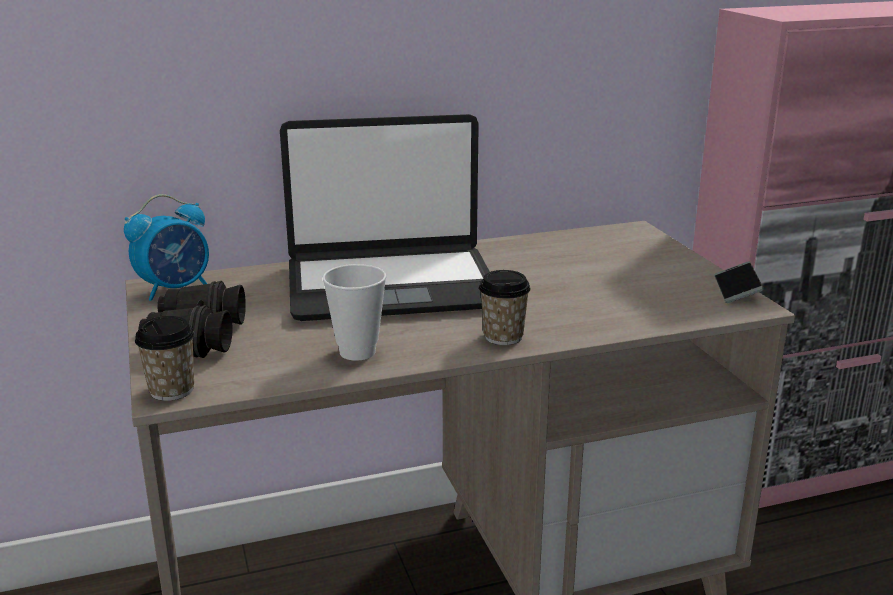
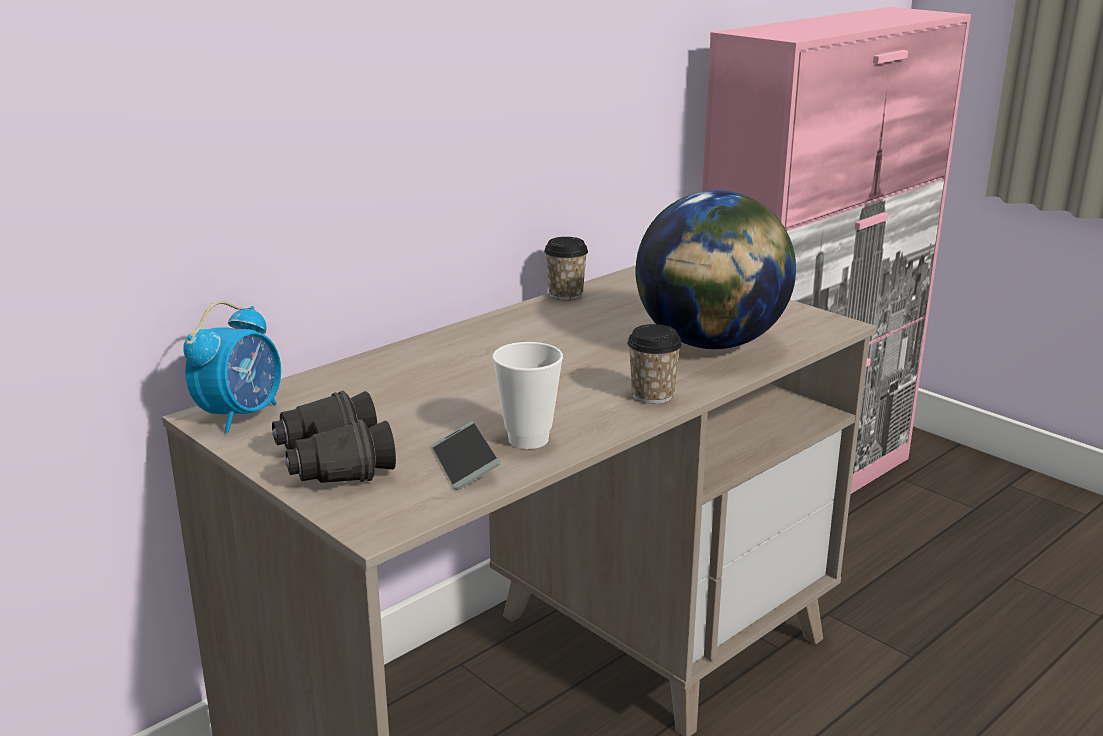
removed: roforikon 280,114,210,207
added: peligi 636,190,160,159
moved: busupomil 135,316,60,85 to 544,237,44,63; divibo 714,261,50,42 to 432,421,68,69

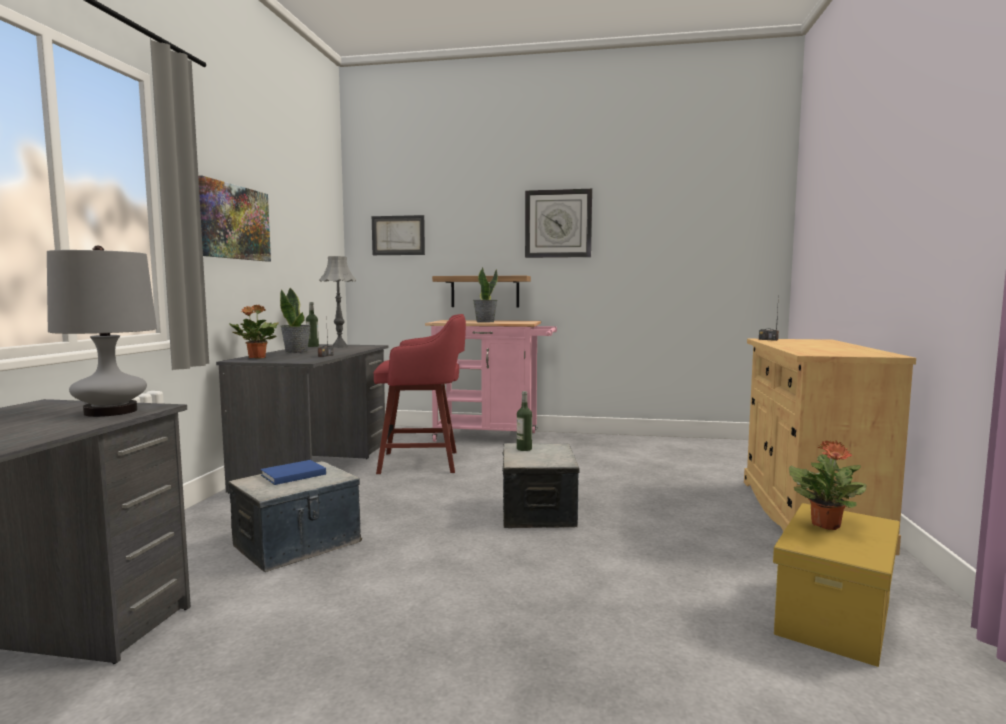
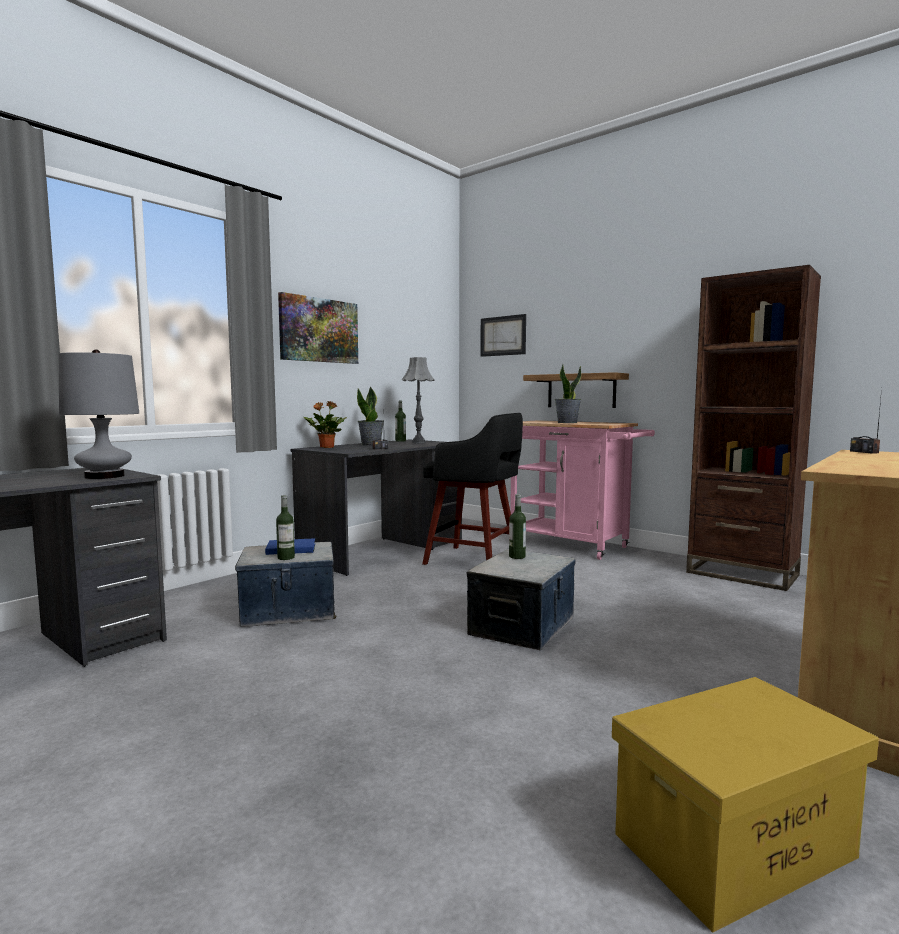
removed: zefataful 525,189,67,69; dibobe 789,440,77,90
added: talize 276,495,19,65; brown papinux 686,265,135,326
recoloured: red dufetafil 374,314,92,160 to black dufetafil 422,413,101,152

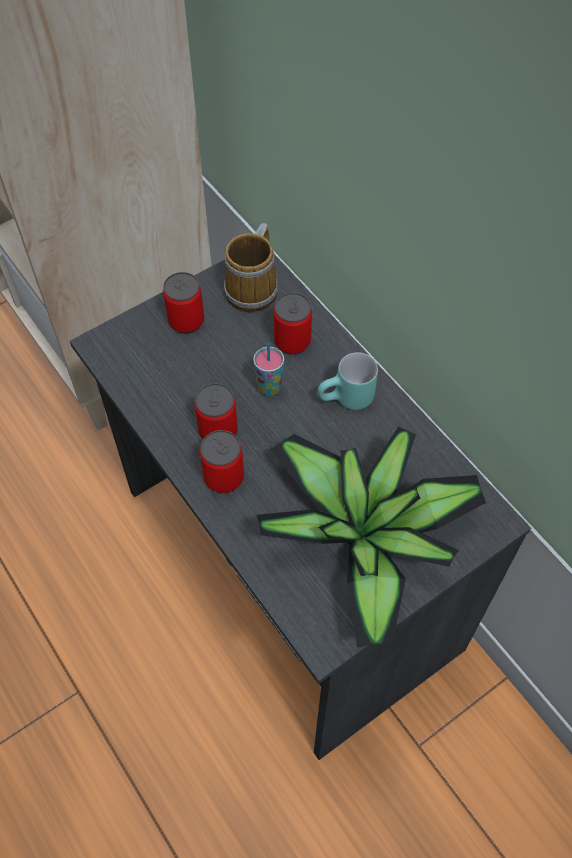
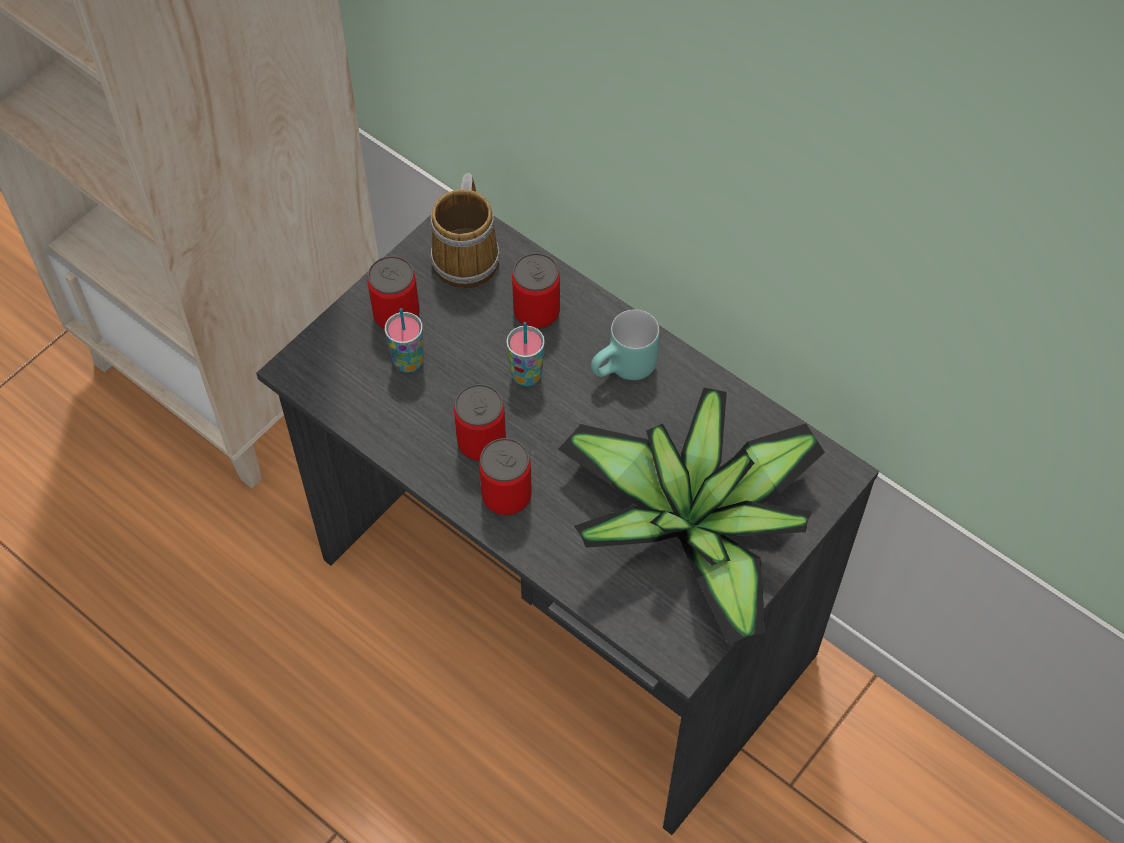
added: busupomil 385,308,39,65

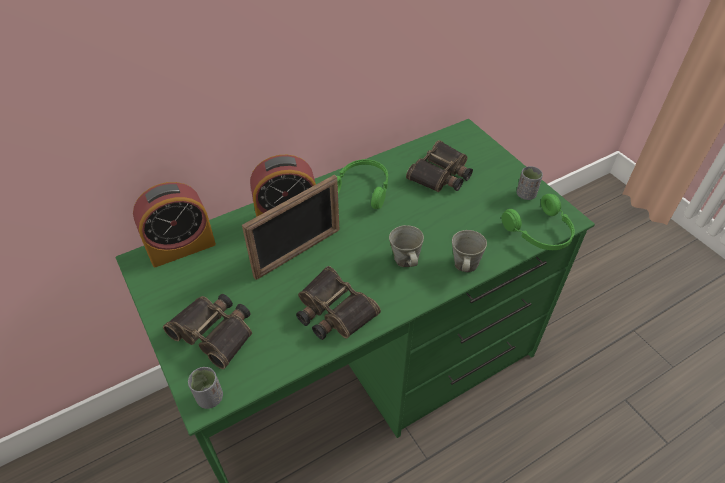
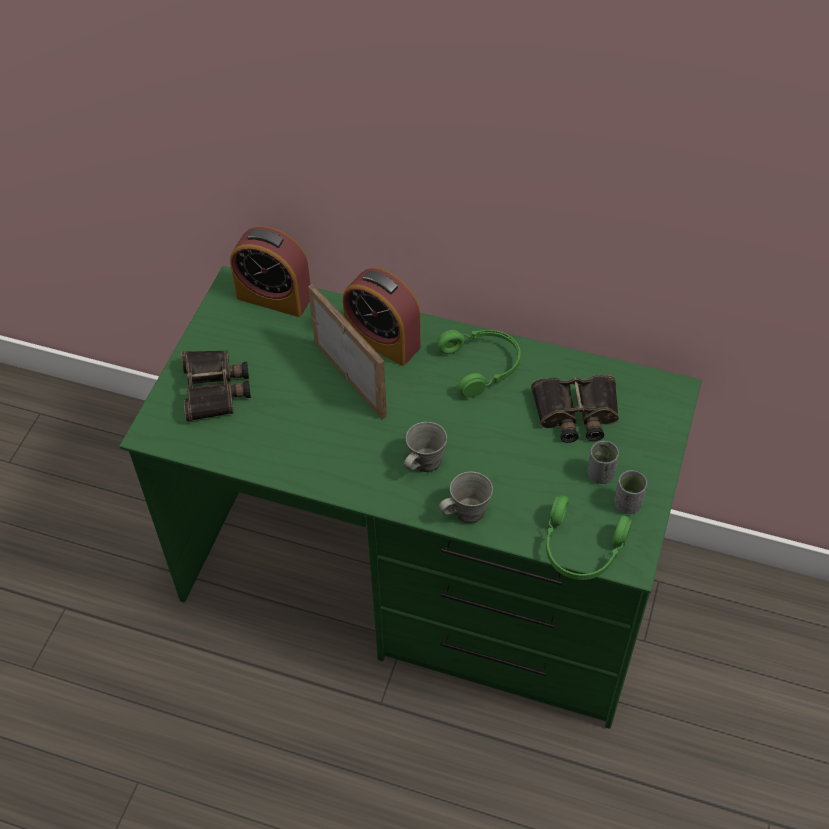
removed: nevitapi 296,266,85,74
moved: grey busupomil 188,367,35,42 to 588,441,31,43
turned: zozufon 242,175,98,105 = 308,284,79,135 135 degrees counterclockwise

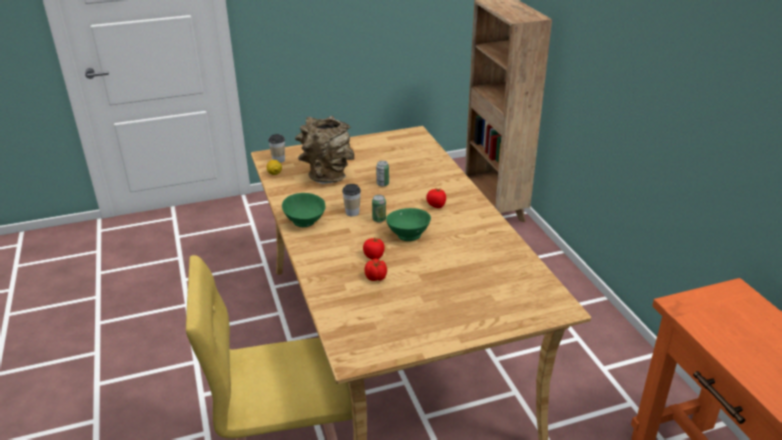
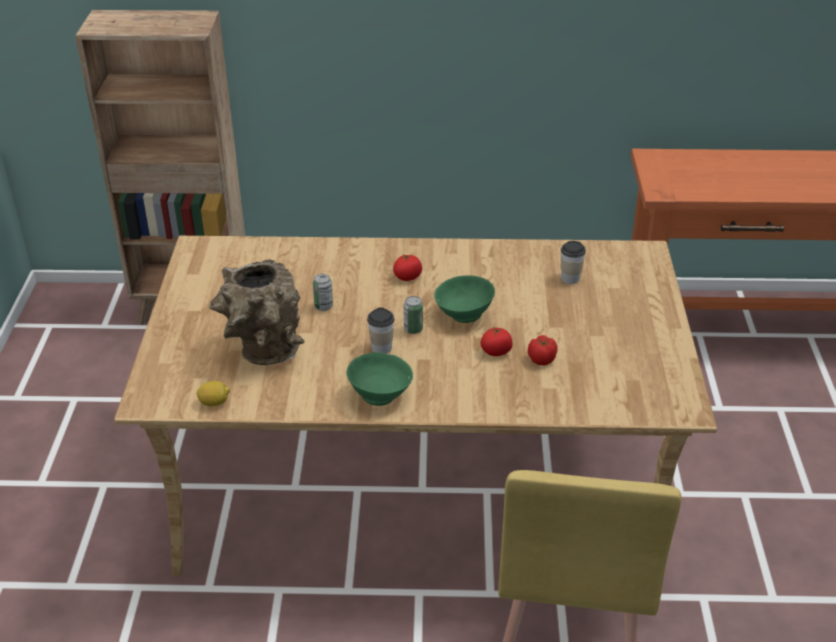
moved: busupomil 268,134,17,29 to 561,241,25,43

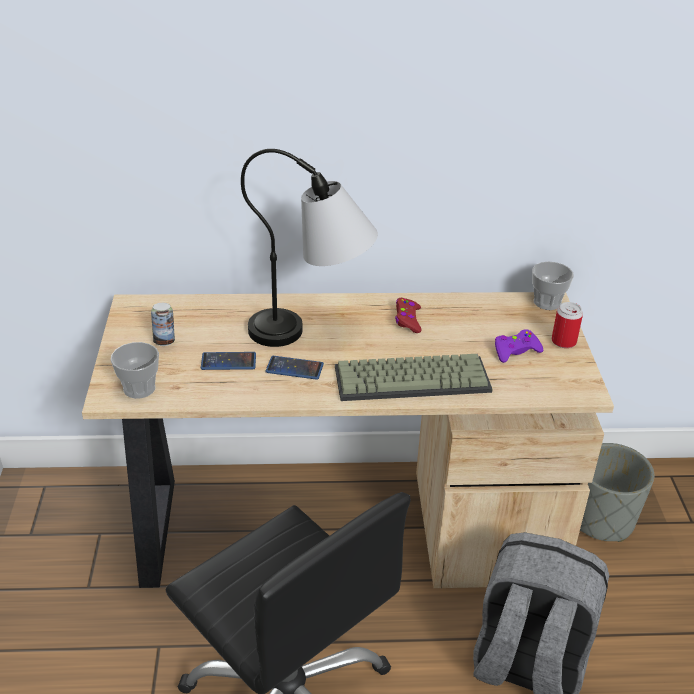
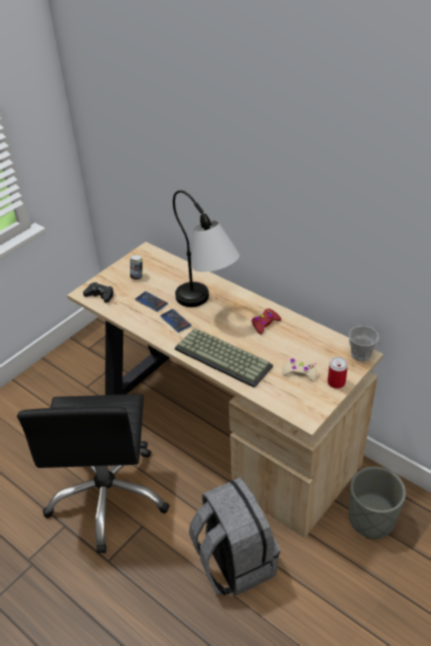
replaced: busupomil 111,342,48,57 to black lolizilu 83,282,31,21
recoloured: purple lolizilu 495,329,48,34 to beige lolizilu 282,358,35,24

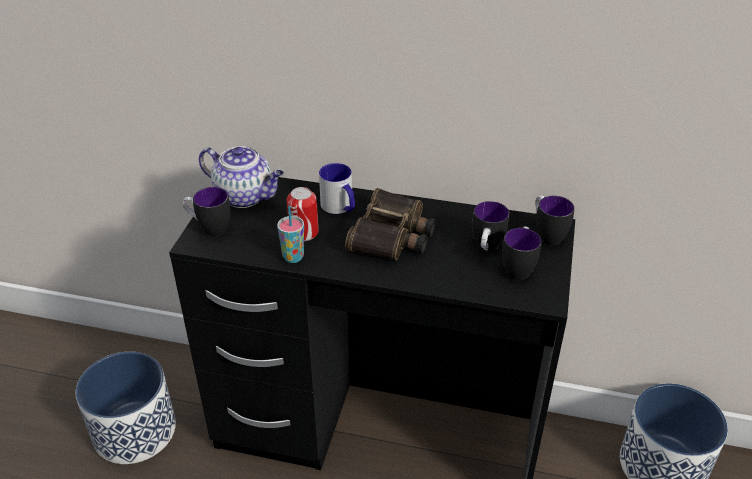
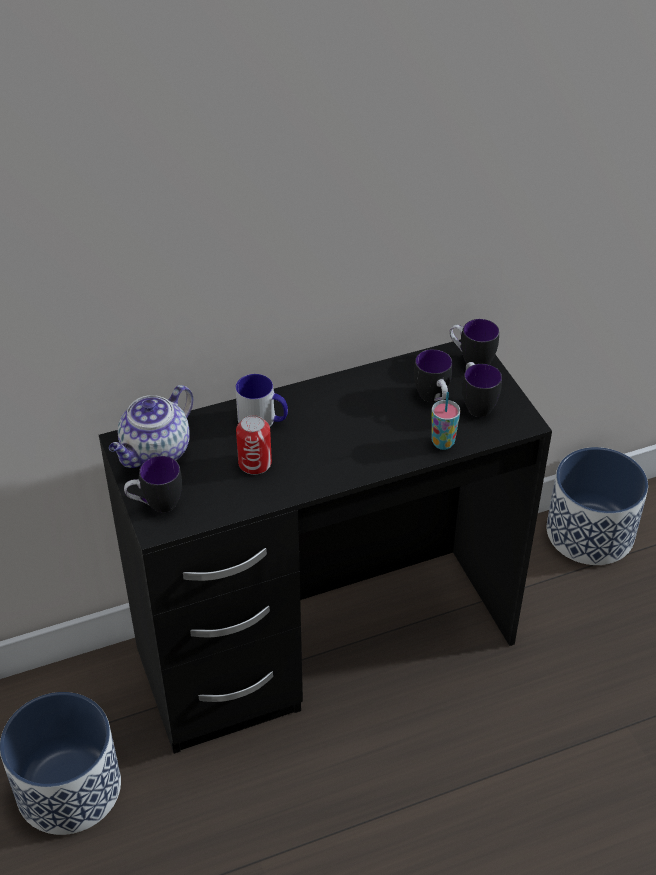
removed: nevitapi 345,188,91,73
moved: busupomil 277,206,27,57 to 432,392,29,58
turned: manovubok 199,146,85,62 = 109,385,84,83 135 degrees clockwise

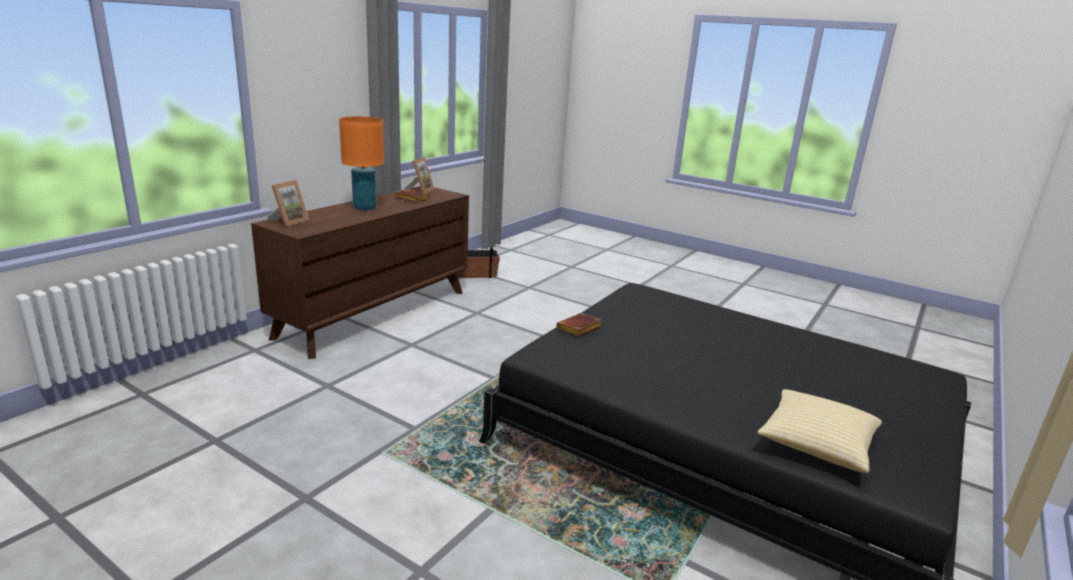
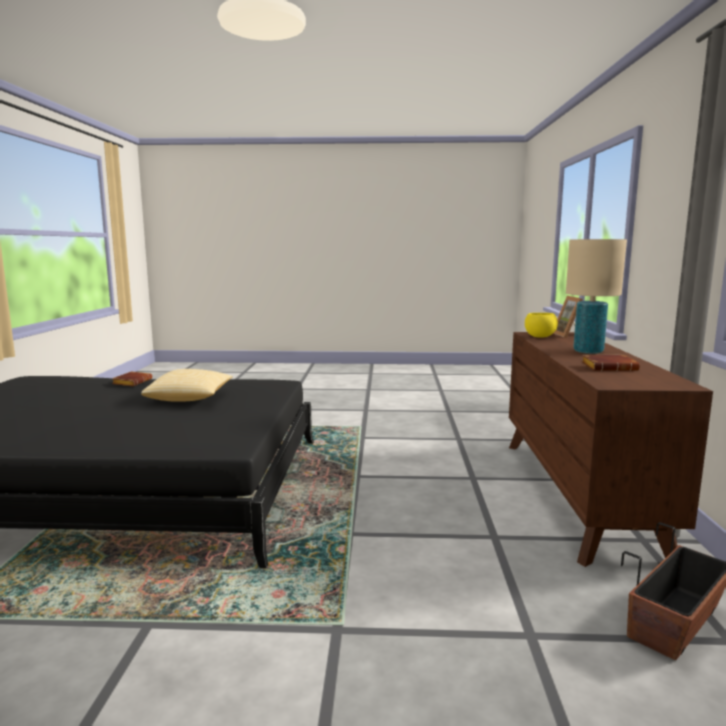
removed: zozufon 405,157,30,37
added: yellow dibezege 525,313,33,24
moved: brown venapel 556,313,46,23 to 112,372,40,14; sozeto 757,389,125,84 to 141,369,92,33
recoloured: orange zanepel 339,116,45,94 to beige zanepel 566,239,61,115

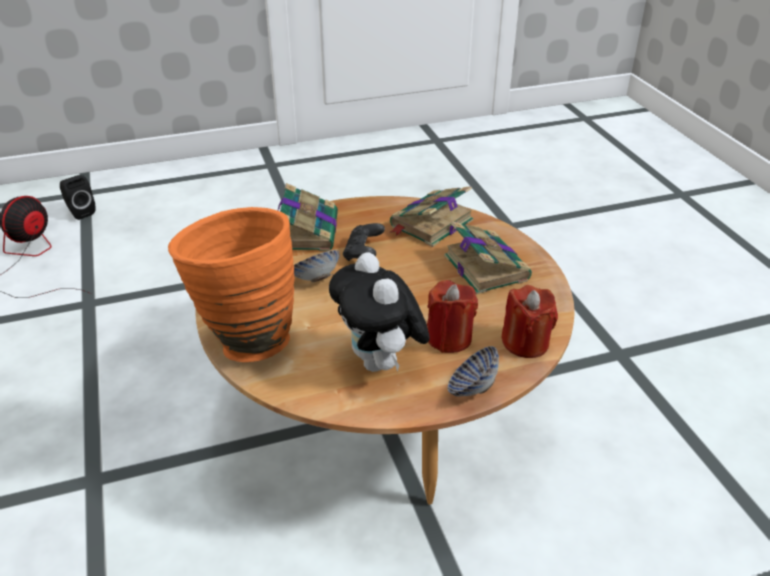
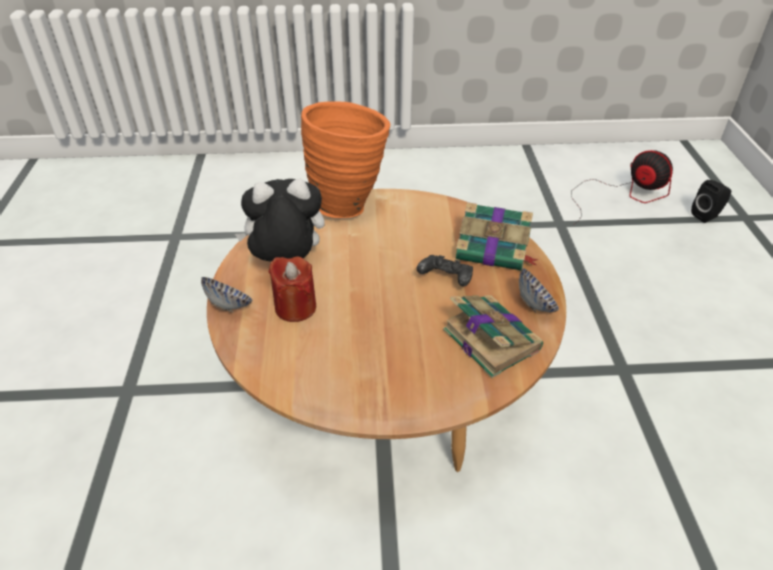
removed: venapel 444,221,88,74; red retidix 501,285,57,73
moved: dibezege 294,250,46,32 to 519,268,40,45

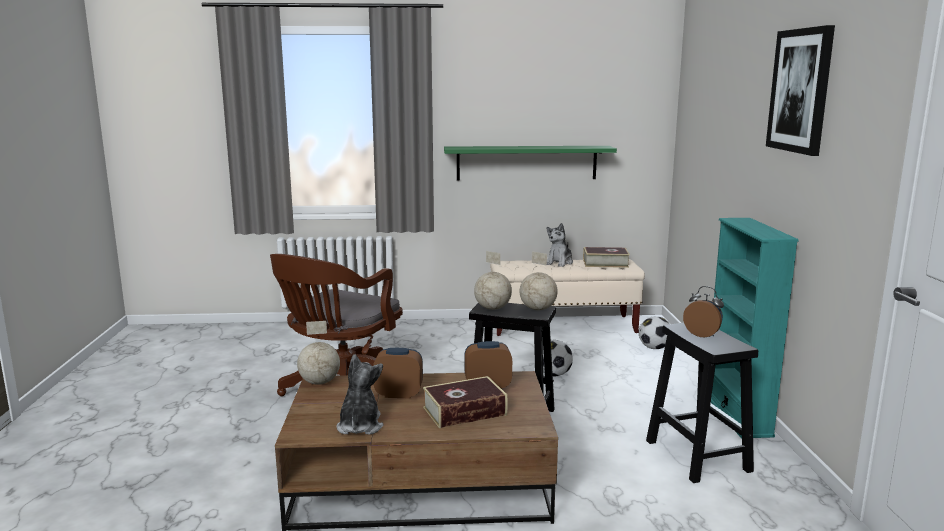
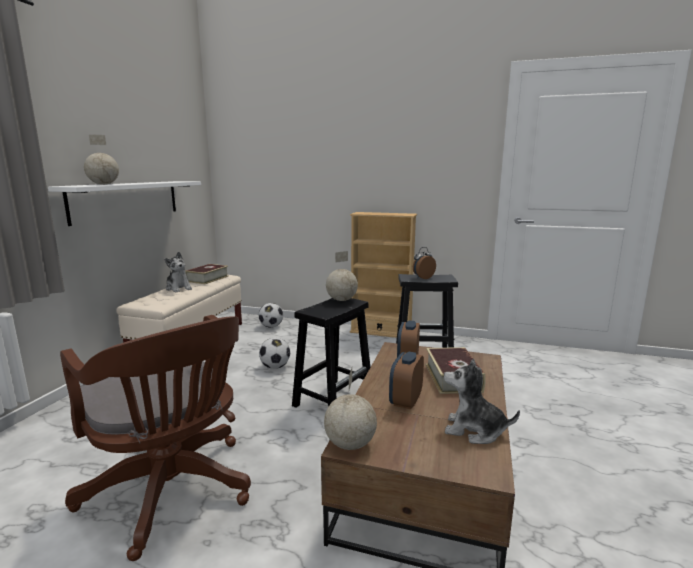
removed: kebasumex 766,25,69,131
moved: peligi 474,251,38,59 to 84,134,35,51
recoloured: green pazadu 444,146,173,34 to white pazadu 48,181,153,45; turquoise papinux 711,218,88,220 to beige papinux 350,212,67,126

